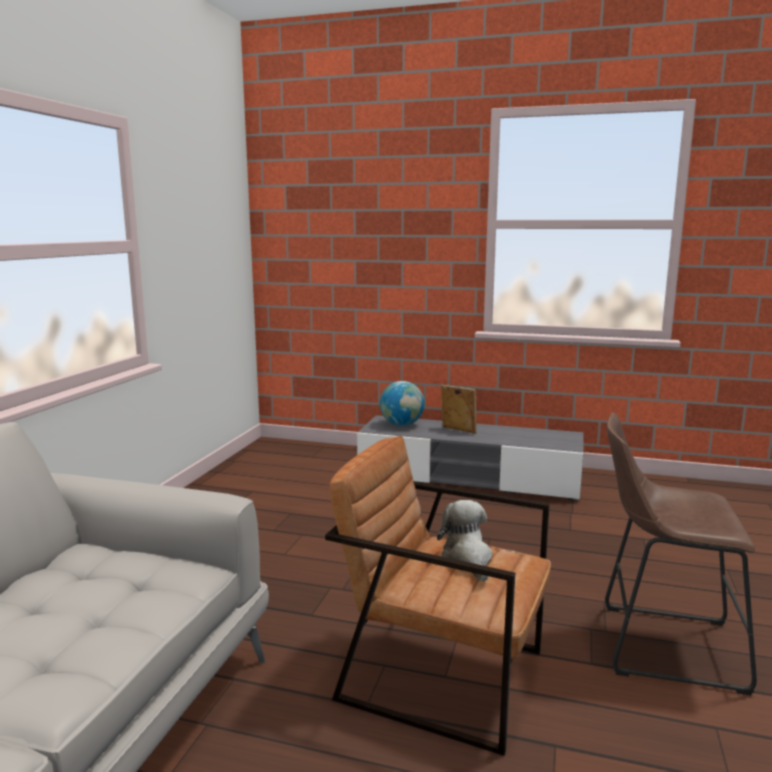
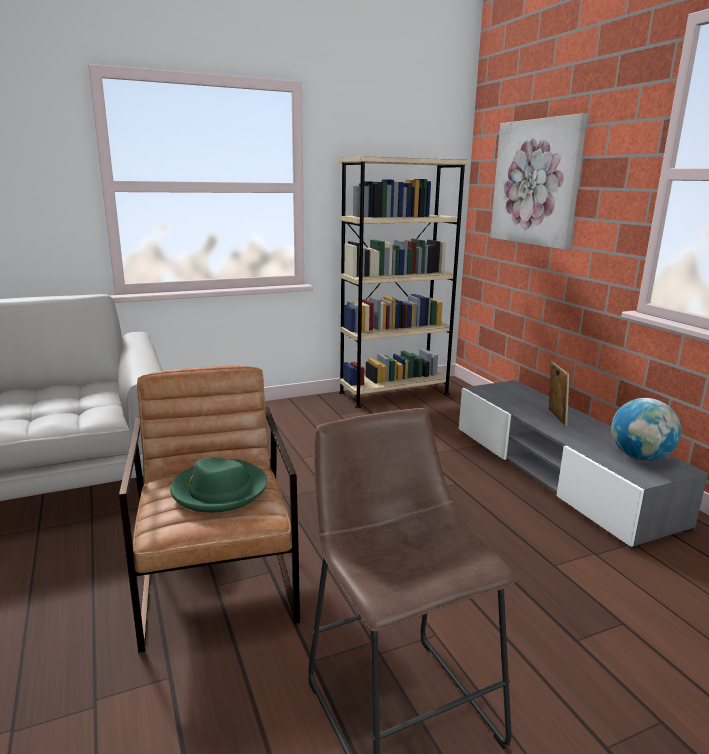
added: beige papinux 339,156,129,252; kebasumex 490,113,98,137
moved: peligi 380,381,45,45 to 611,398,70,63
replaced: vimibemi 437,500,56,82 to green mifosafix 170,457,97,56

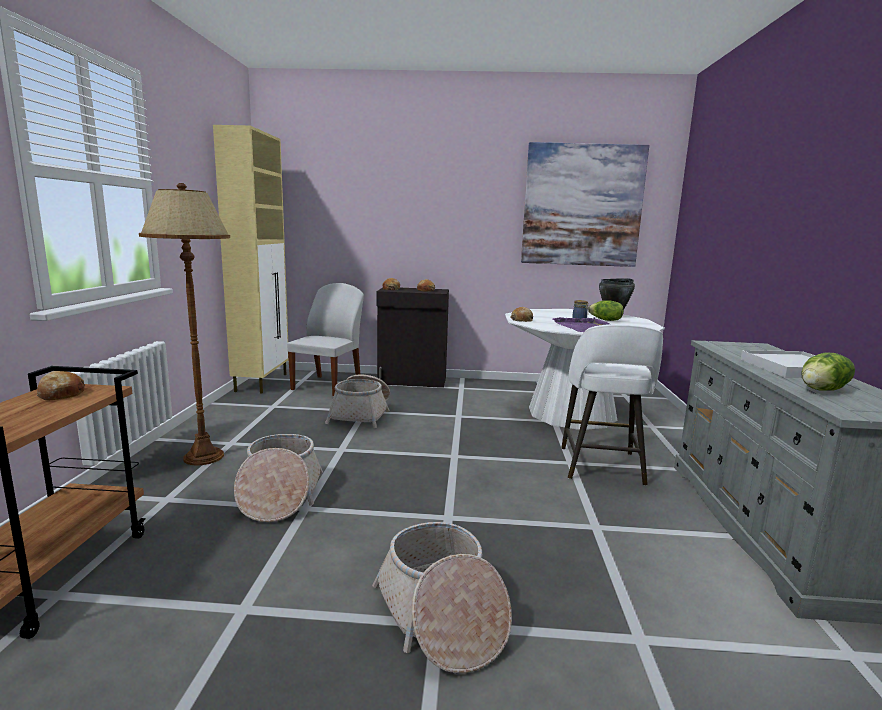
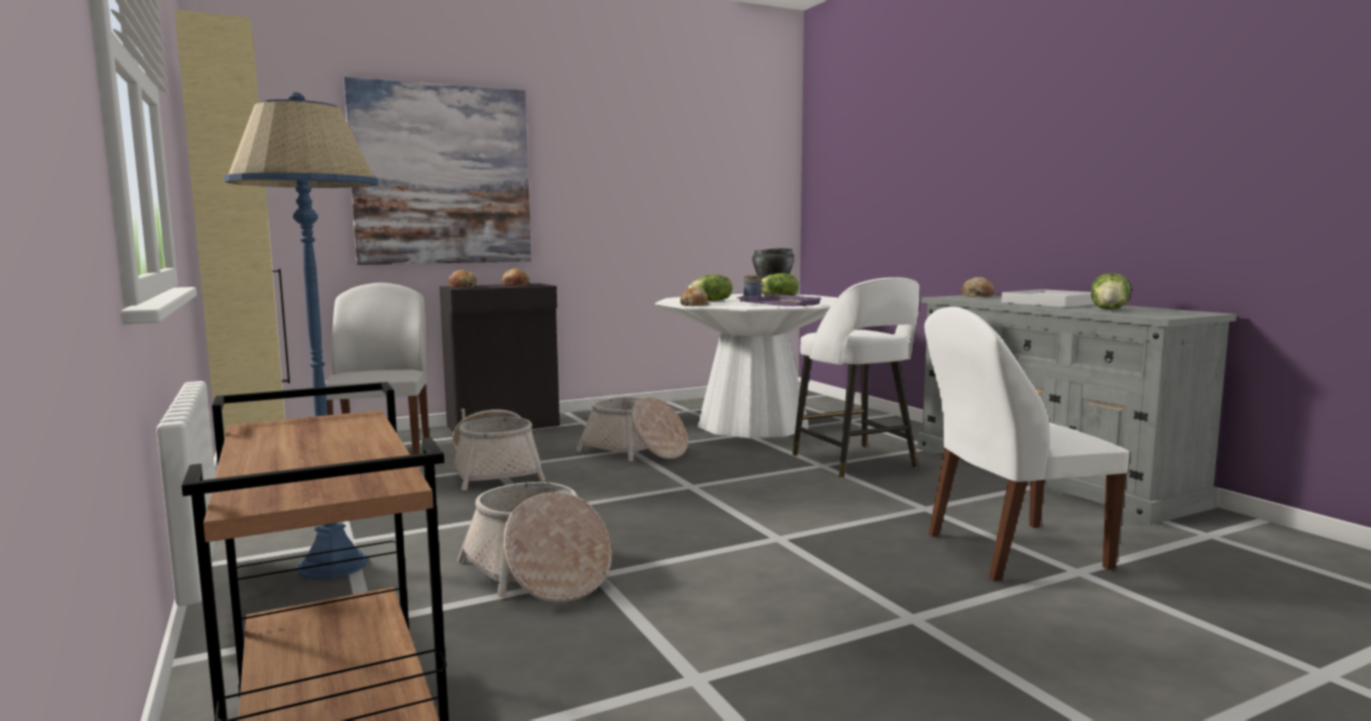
added: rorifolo 688,275,44,26; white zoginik 924,307,205,274
moved: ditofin 37,371,48,29 to 962,277,32,20; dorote 372,522,140,151 to 576,397,112,65; kebasumex 521,142,128,125 to 343,77,189,188
recoloured: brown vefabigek 139,183,91,282 to blue vefabigek 224,92,154,488

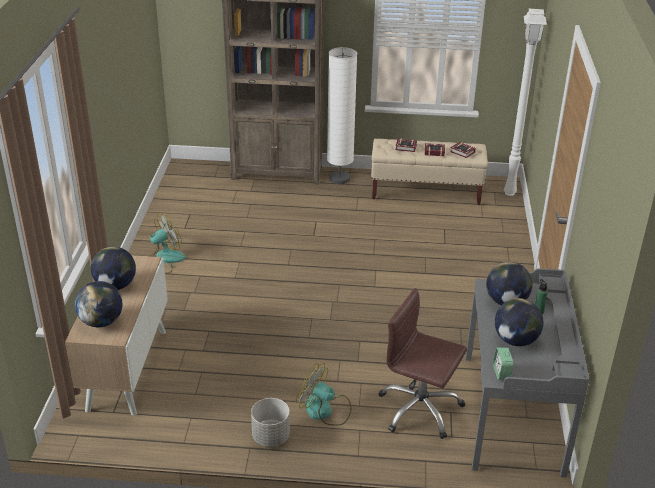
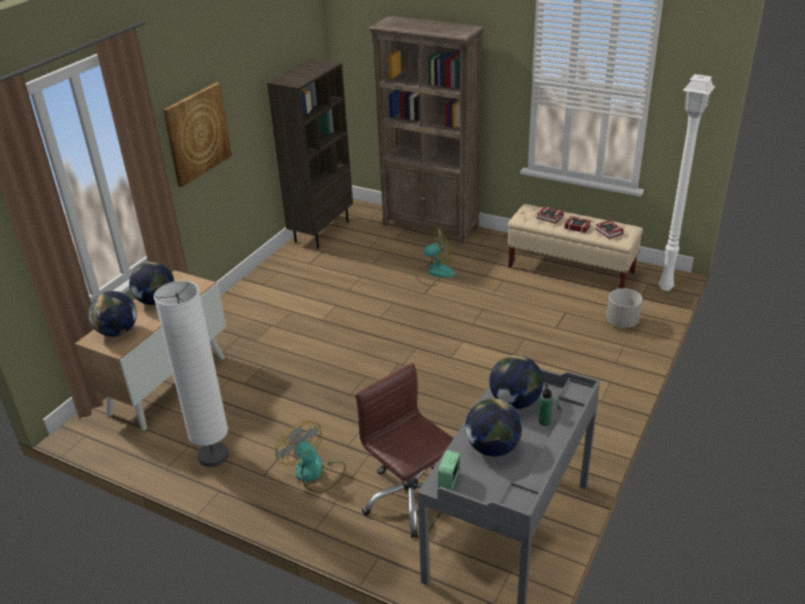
added: kebasumex 163,82,69,105; brown papinux 267,58,86,190
moved: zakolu 150,214,36,60 to 414,228,41,58; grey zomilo 251,398,39,49 to 606,288,36,40; white vefabigek 327,47,30,137 to 154,281,75,186

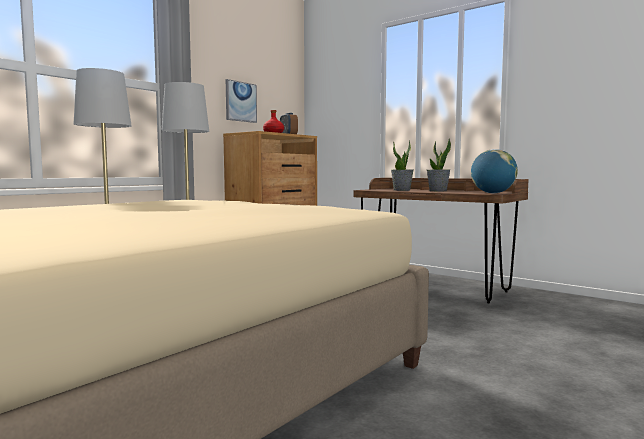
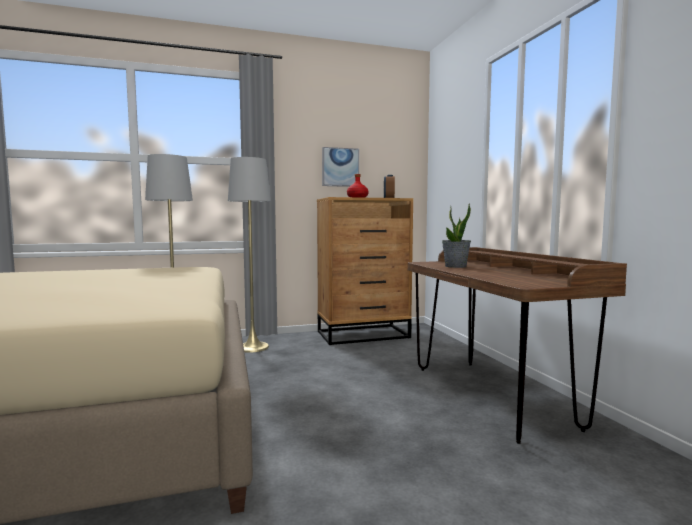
removed: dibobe 427,139,24,52; peligi 471,149,47,44

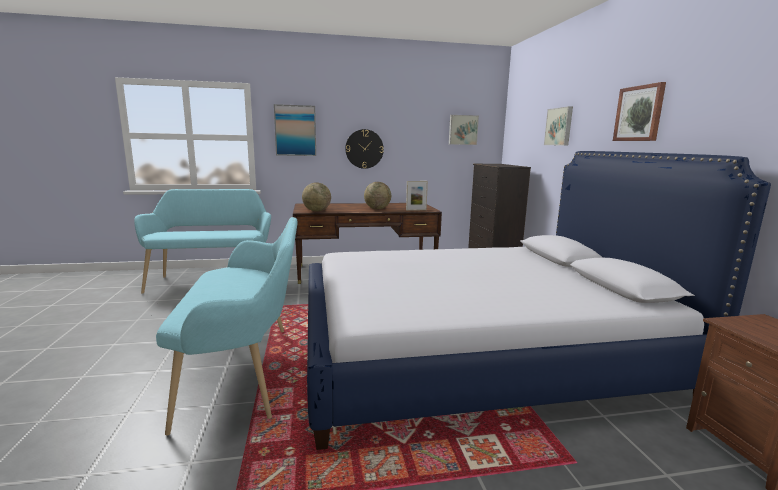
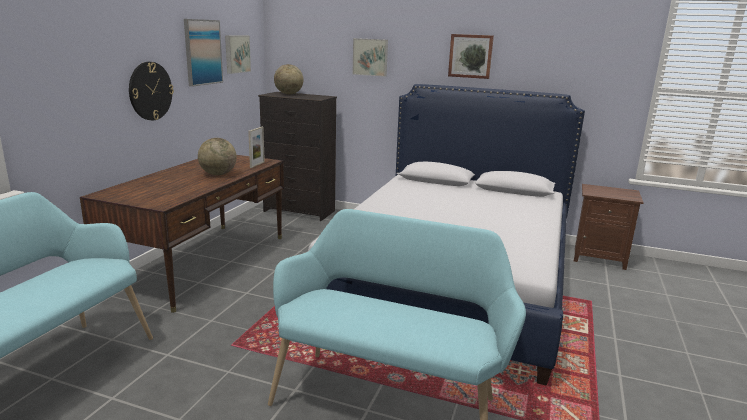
moved: kebasumex 274,104,42,52 to 184,19,39,68; peligi 302,182,29,30 to 274,64,30,30

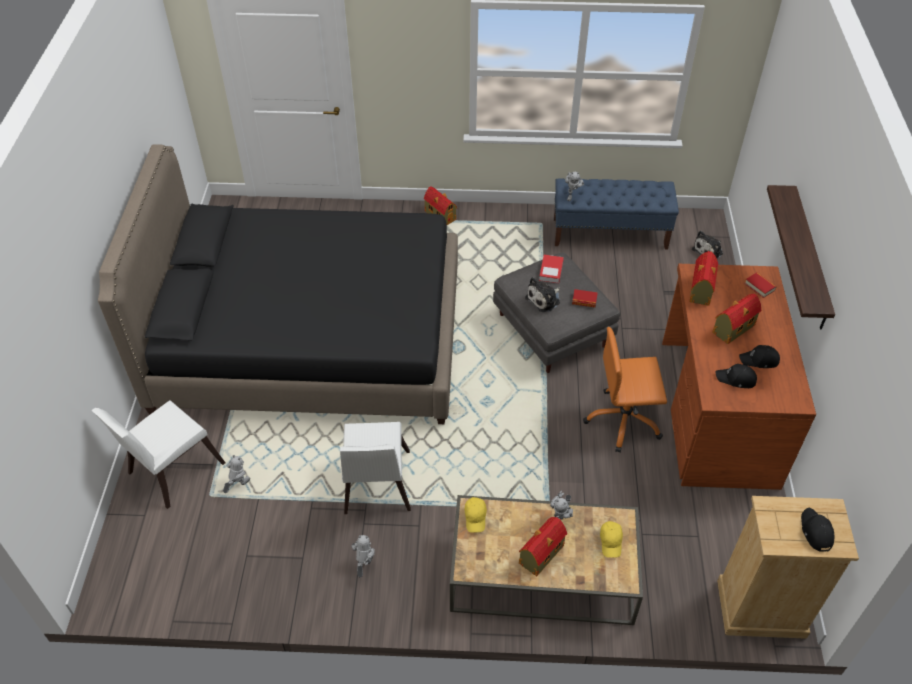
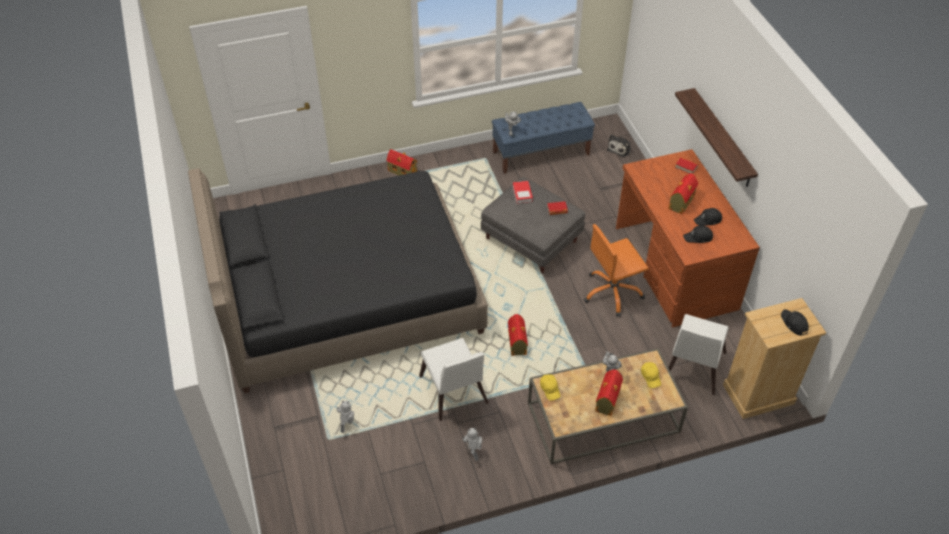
removed: vimibemi 525,277,35,35
moved: white zoginik 92,400,133,109 to 668,314,61,81; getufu 689,251,29,55 to 508,314,20,42

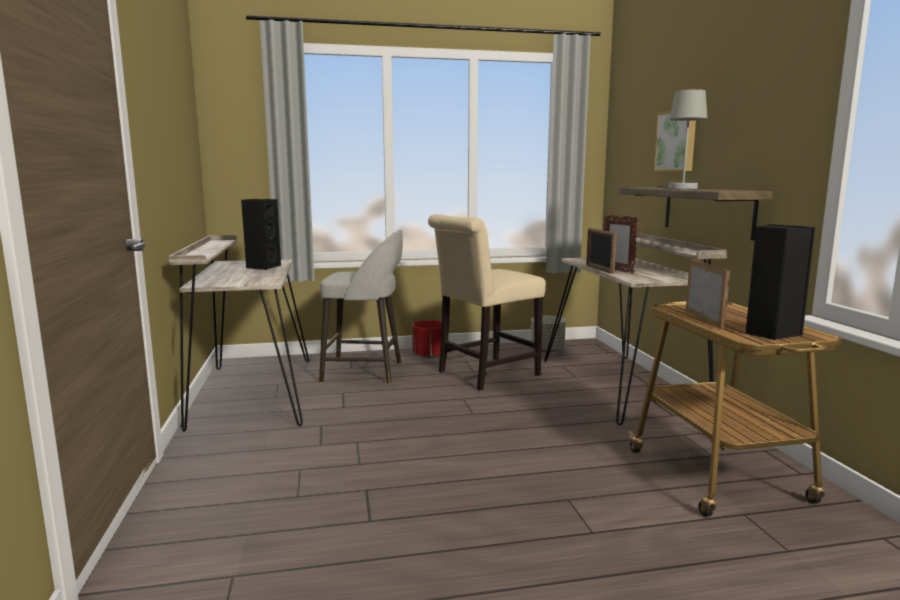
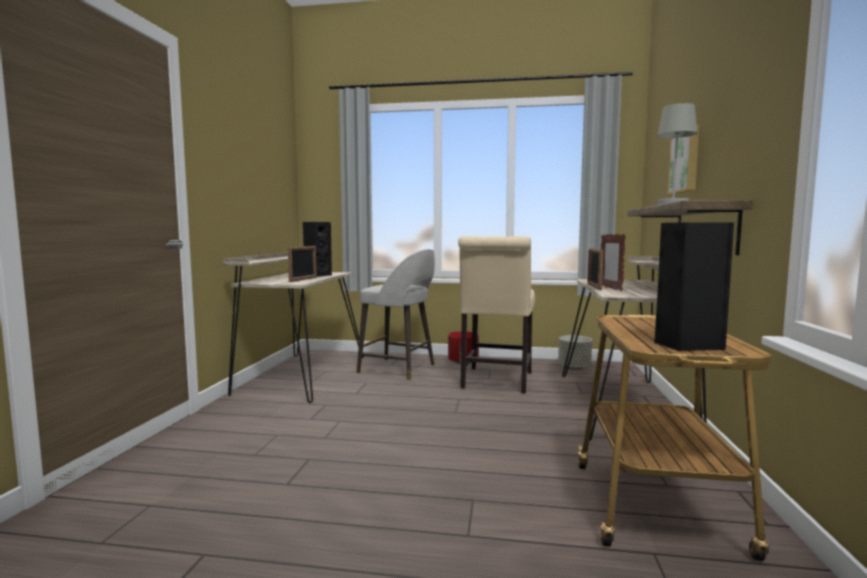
moved: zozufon 686,259,44,70 to 288,246,29,36
turned: beige zoginik 428,214,118,177 = 458,236,77,158 60 degrees counterclockwise

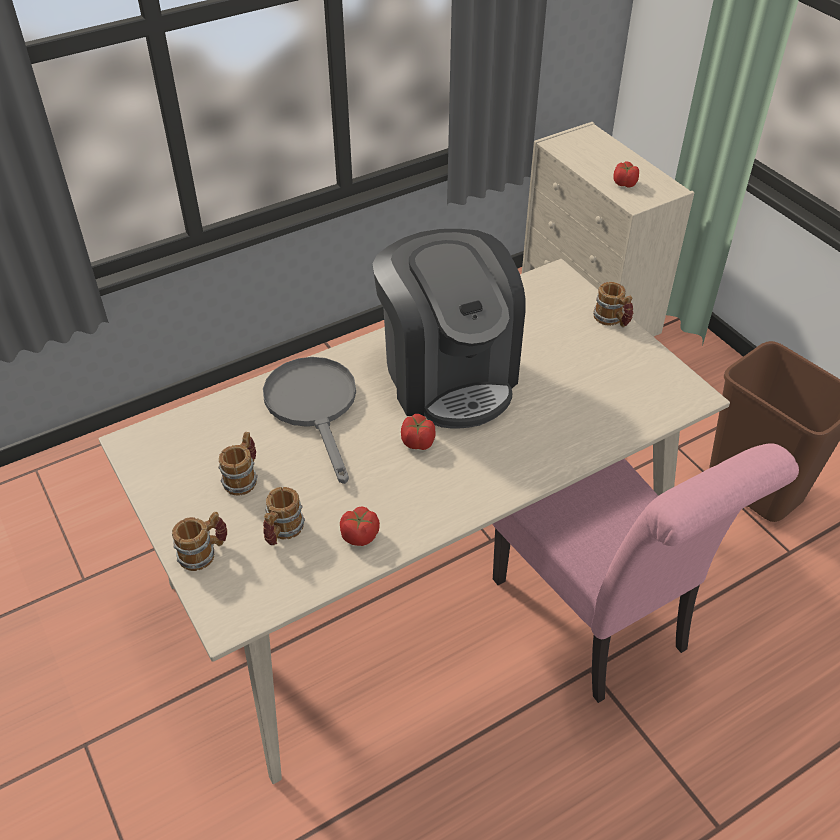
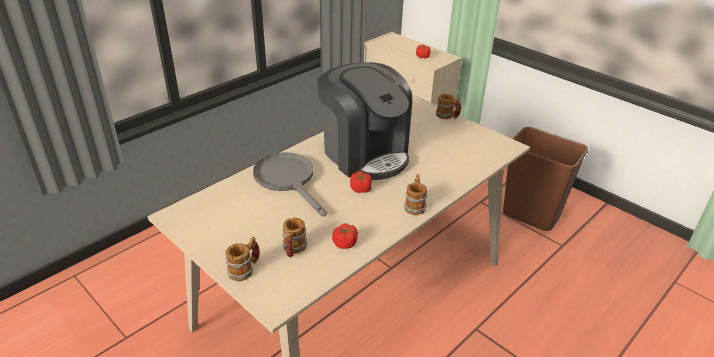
removed: pink zoginik 492,443,307,260
moved: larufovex 218,432,40,64 to 404,174,23,41

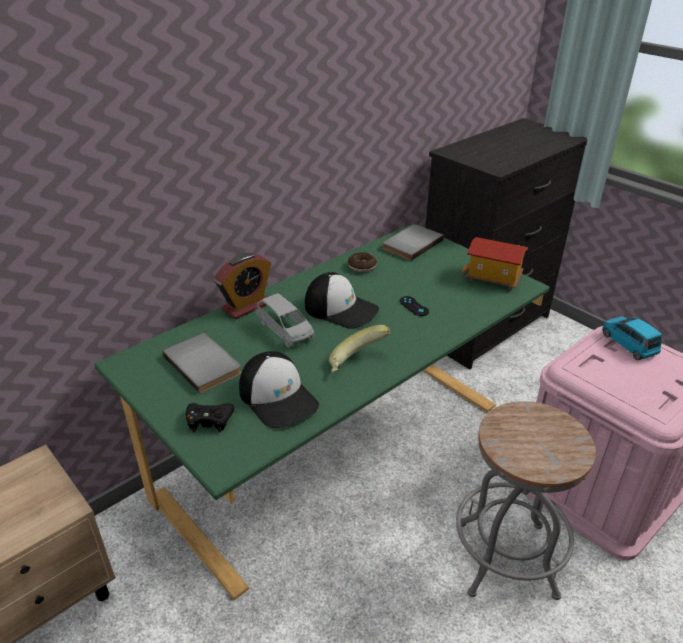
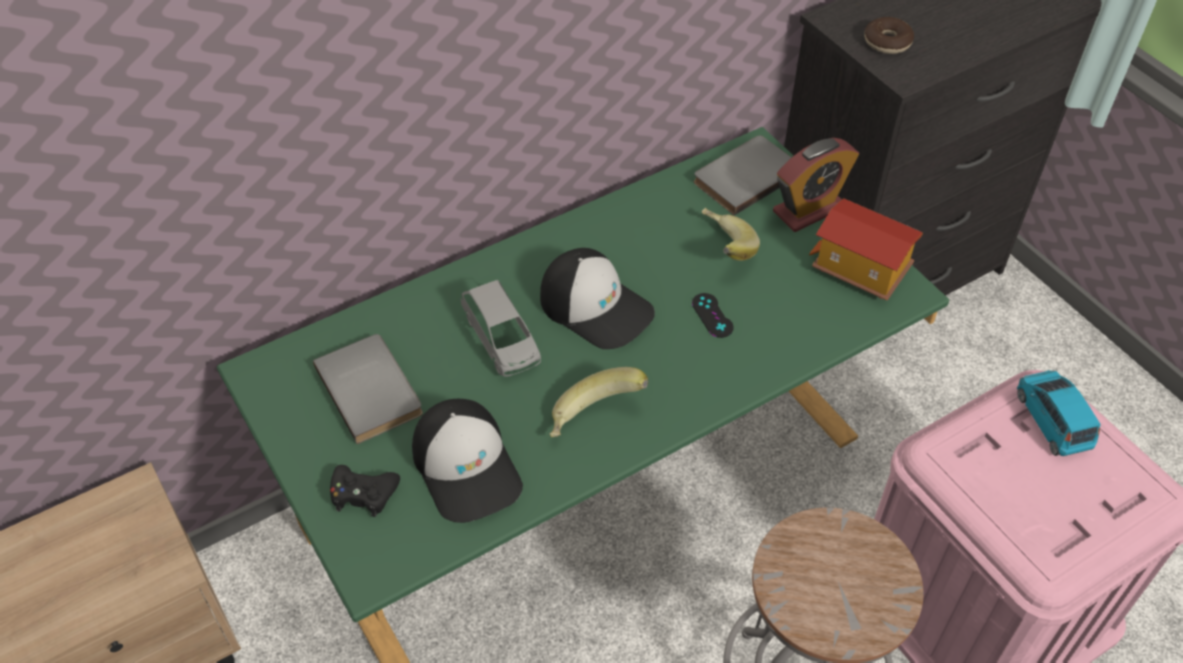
added: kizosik 702,208,58,53
moved: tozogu 214,253,57,66 to 773,138,86,94; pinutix 348,252,29,20 to 864,17,50,37

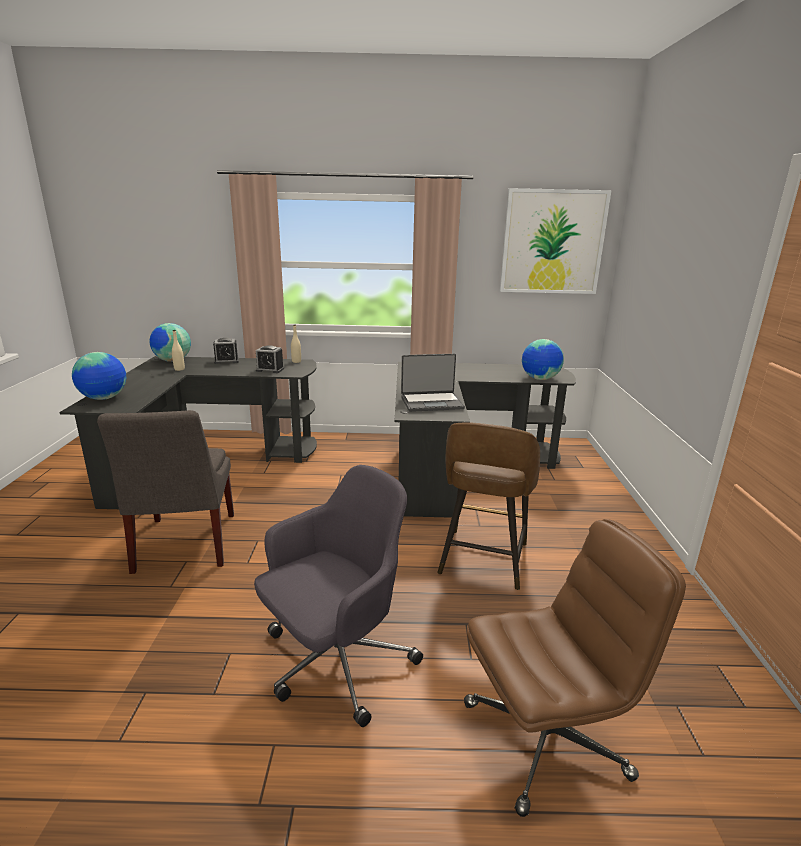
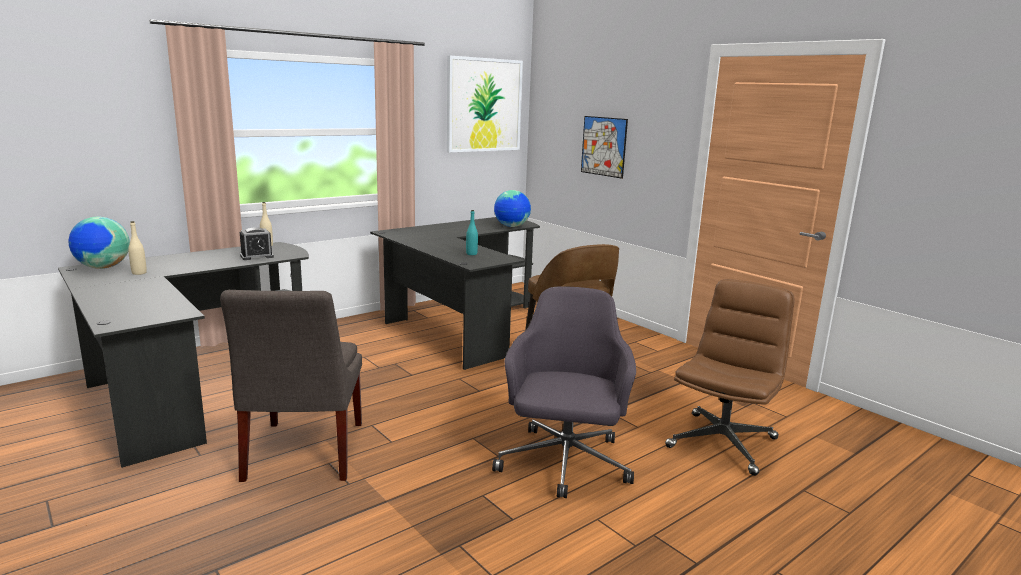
removed: peligi 72,352,54,48; tozogu 213,338,26,26
added: kebasumex 581,116,47,63
replaced: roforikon 401,354,64,58 to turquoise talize 466,210,12,45
turned: grey zoginik 97,410,137,164 = 220,290,142,192 45 degrees clockwise

